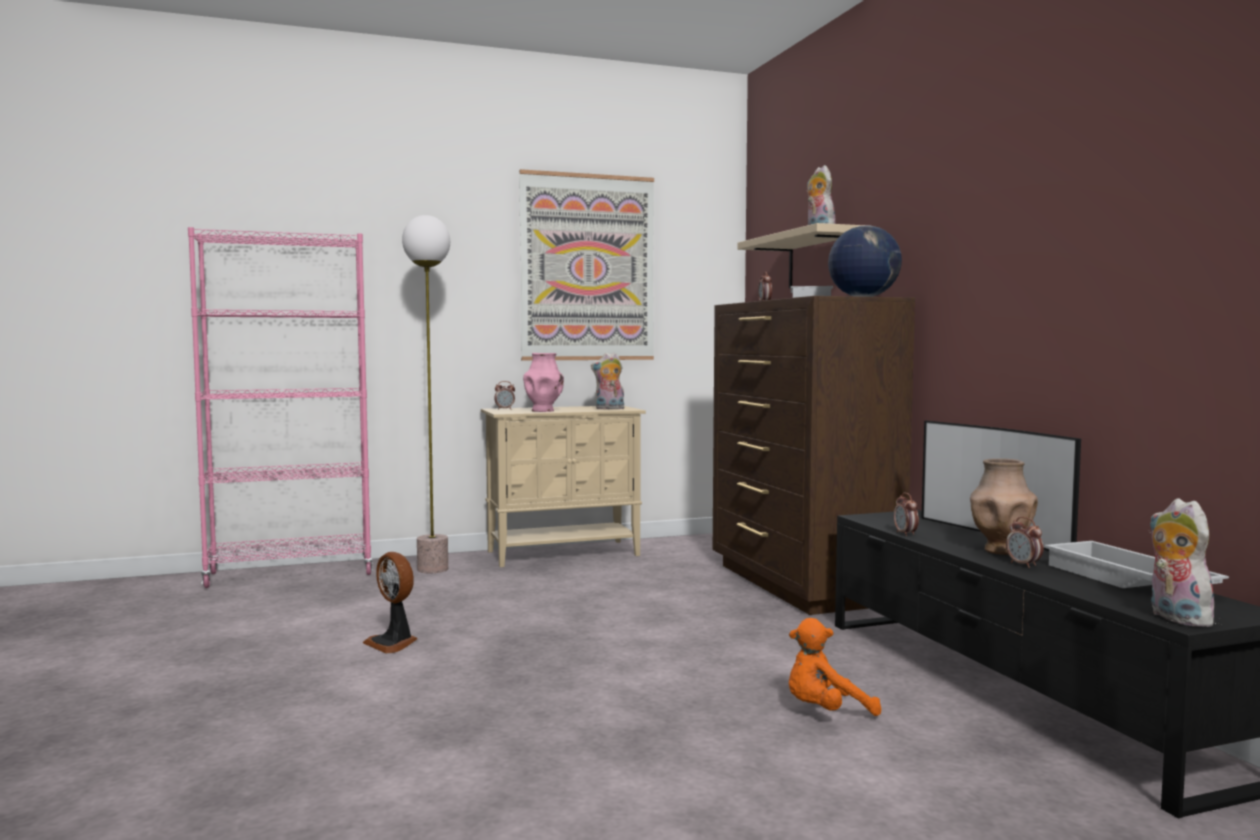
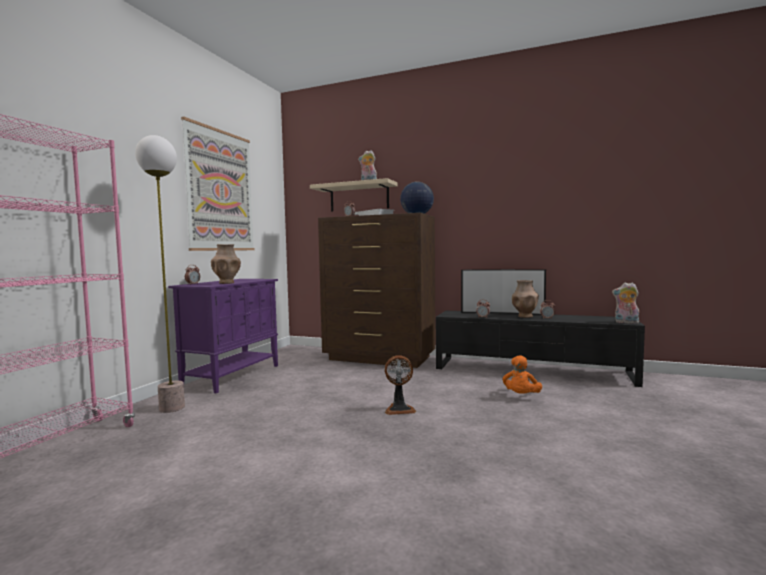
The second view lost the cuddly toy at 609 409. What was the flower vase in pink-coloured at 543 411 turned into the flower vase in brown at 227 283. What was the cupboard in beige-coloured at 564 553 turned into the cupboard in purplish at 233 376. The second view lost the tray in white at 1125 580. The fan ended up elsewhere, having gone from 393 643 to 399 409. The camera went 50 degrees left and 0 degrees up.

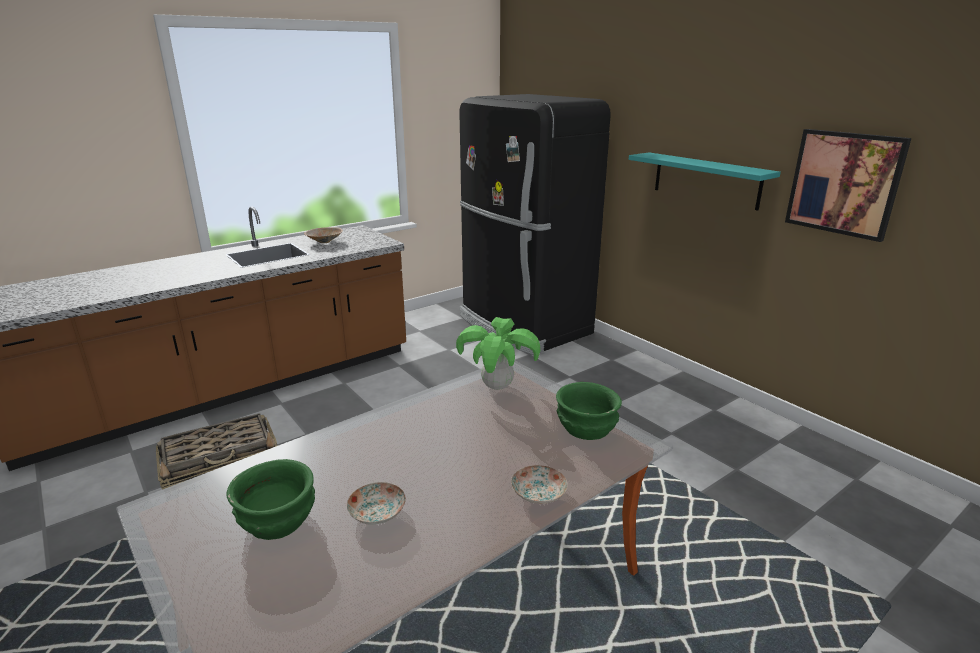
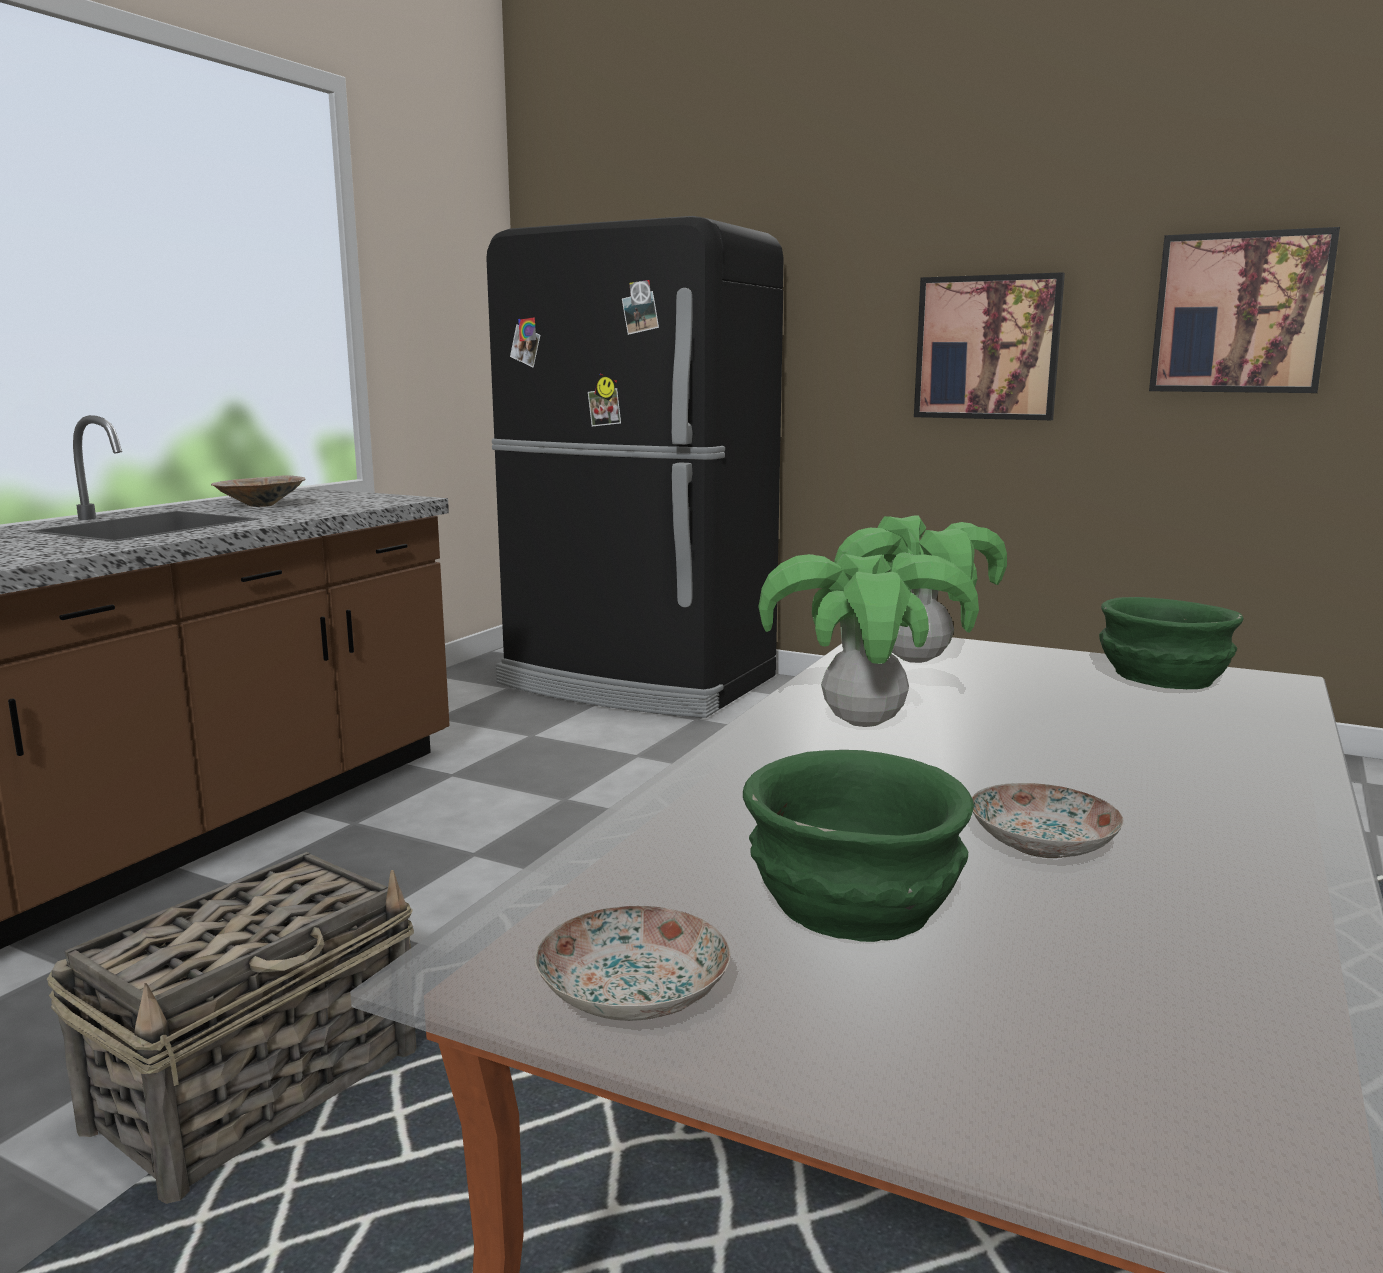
Where the wall shelf in turquoise hung at 706 180, the wall art came to hang at 987 348. The dinner plate ended up elsewhere, having gone from 539 493 to 635 994. The second view gained the potted plant at 863 722. The camera went 25 degrees left and 10 degrees down.

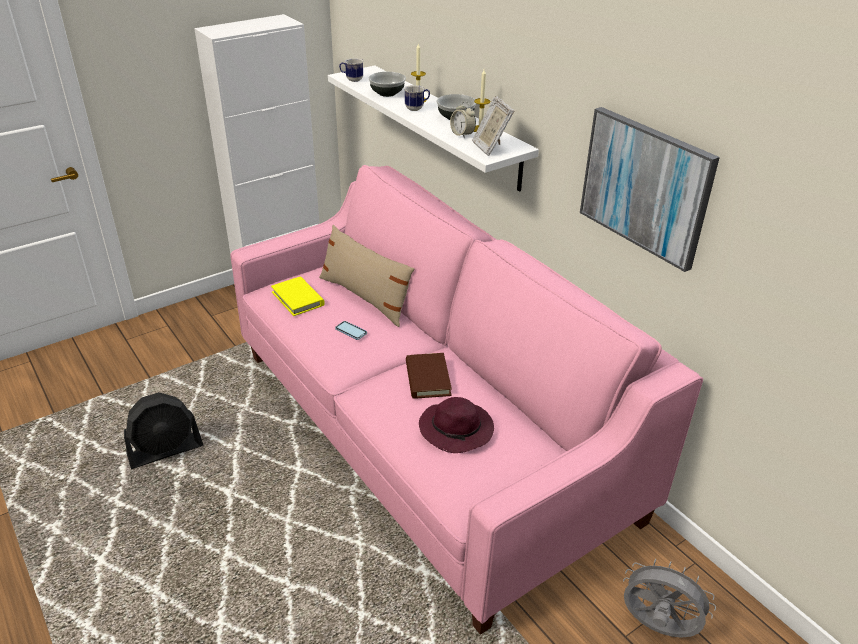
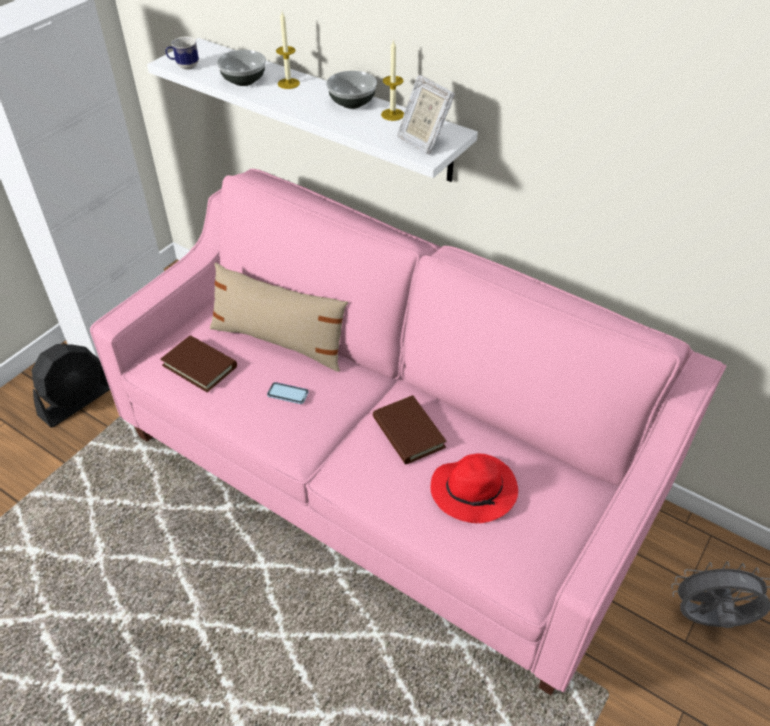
The second view lost the tea mug at 417 108. The second view lost the bedside clock at 462 134. The second view lost the wall art at 645 186. What was the volume in yellow-coloured at 298 298 turned into the volume in brown at 200 366. The fan in blackish ended up elsewhere, having gone from 166 451 to 77 401. What was the wearable hat in purplish at 457 430 turned into the wearable hat in reddish at 475 490. The camera went 20 degrees left and 10 degrees up.

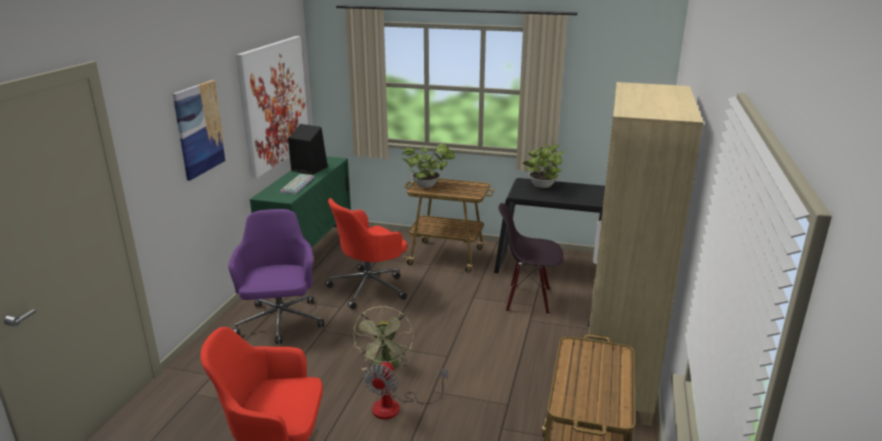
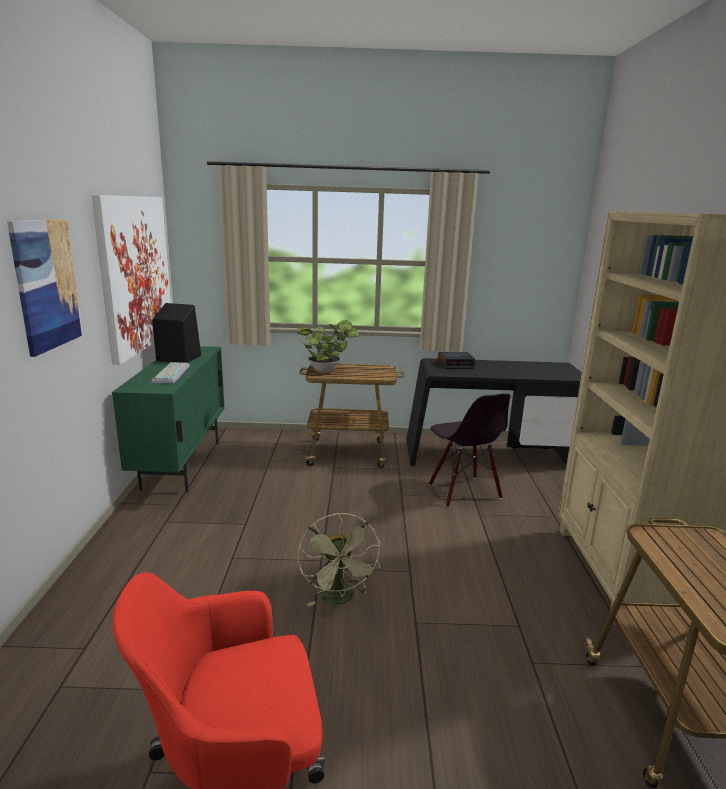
Where the potted plant stood at 541 186, the bedside clock came to stand at 456 364. The second view lost the desk chair in reddish at 370 287. The chair in blackish at 528 300 ended up facing another way, 105 degrees counterclockwise from before. The second view lost the desk chair in purplish at 280 323. The second view lost the fan at 396 407. The camera went 15 degrees left and 5 degrees down.

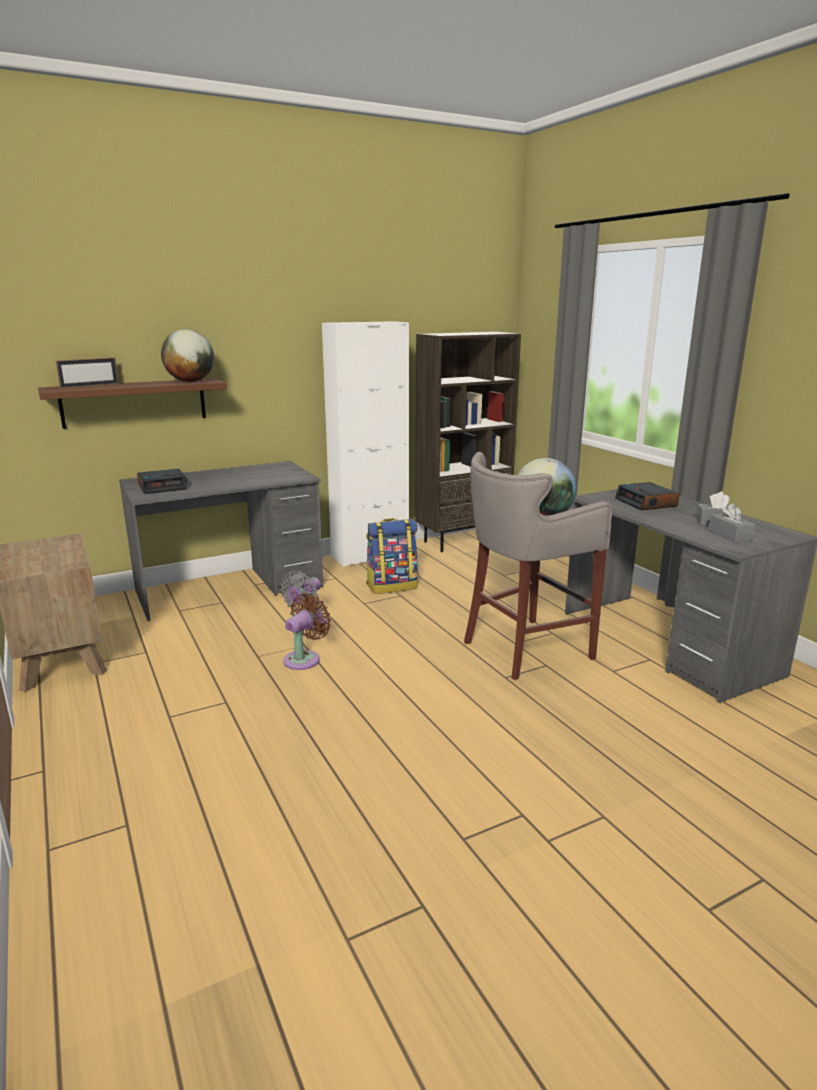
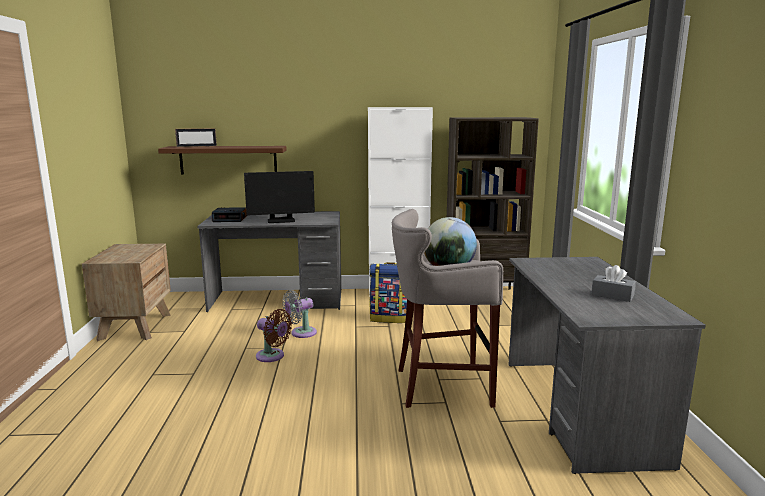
The second view lost the world globe at 190 381. The second view lost the bedside clock at 647 503. The second view lost the box of tissues in gray at 730 535. The fan in brown at 304 659 ended up facing another way, 60 degrees clockwise from before. The second view gained the monitor at 281 220. The camera went 25 degrees right and 5 degrees down.

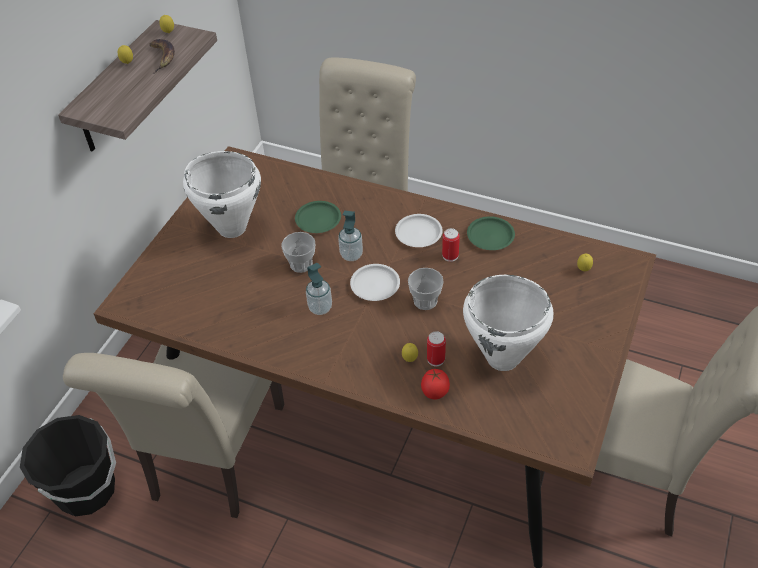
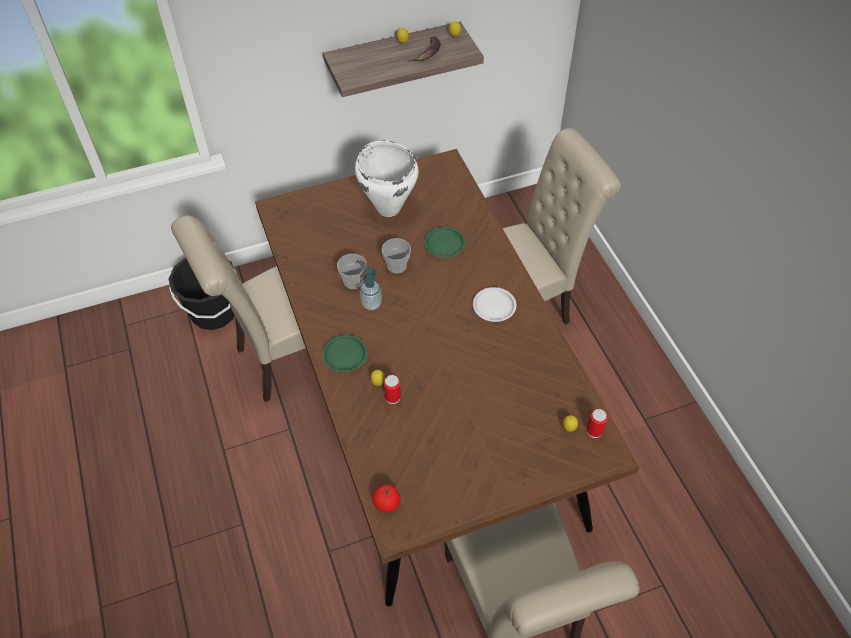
The second view lost the soap dispenser at 351 255. The dinner plate in green-coloured ended up elsewhere, having gone from 490 236 to 344 355. The metal can ended up elsewhere, having gone from 450 256 to 594 431. The second view lost the dinner plate in white at 375 285. The drinking cup ended up elsewhere, having gone from 425 301 to 353 281. The second view lost the cooking pot in white at 503 359. The fresh tomato ended up elsewhere, having gone from 434 393 to 386 504. The camera went 45 degrees right and 5 degrees up.

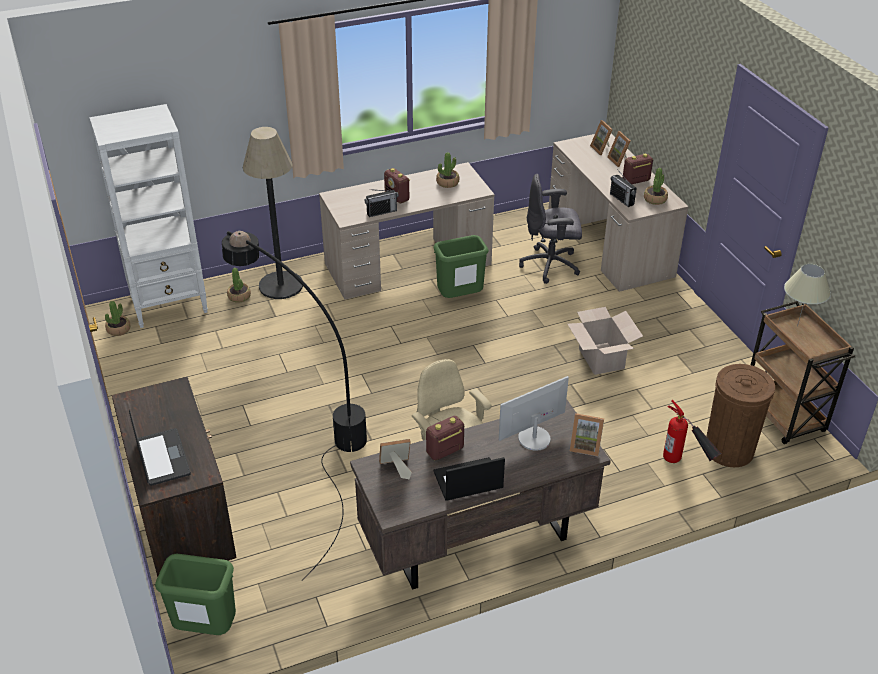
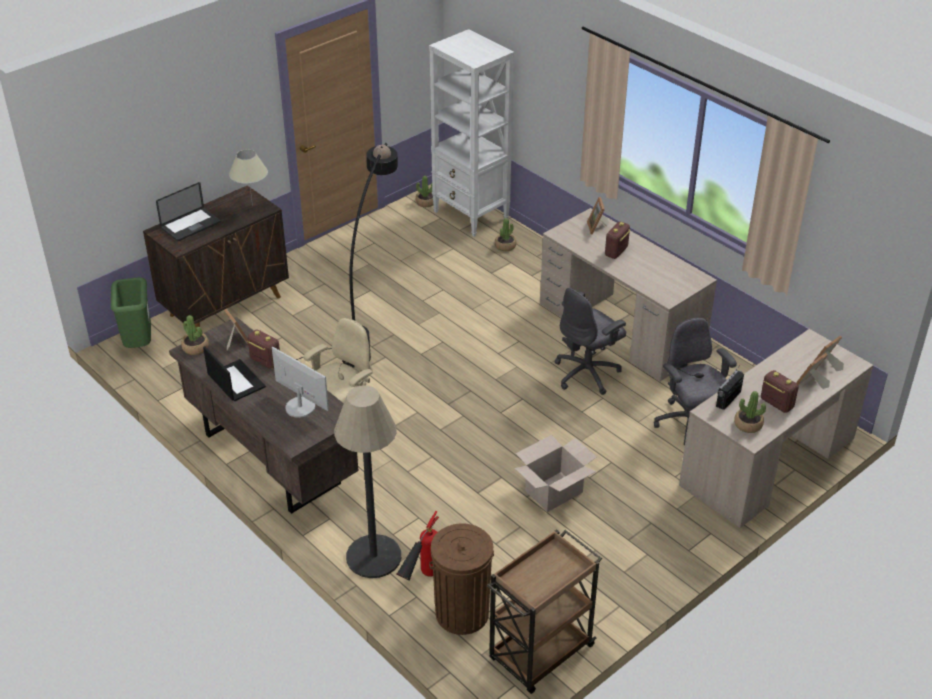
The standard lamp ended up elsewhere, having gone from 281 285 to 373 556. The potted plant ended up elsewhere, having gone from 447 182 to 195 347. The second view lost the radio receiver at 381 212. Where the trash can in green-coloured stood at 459 299, the desk chair in gray came to stand at 587 373. The lamp for a table in beige-coloured ended up elsewhere, having gone from 797 326 to 252 206. The photo frame ended up elsewhere, having gone from 585 446 to 597 227. The camera went 70 degrees right and 0 degrees up.

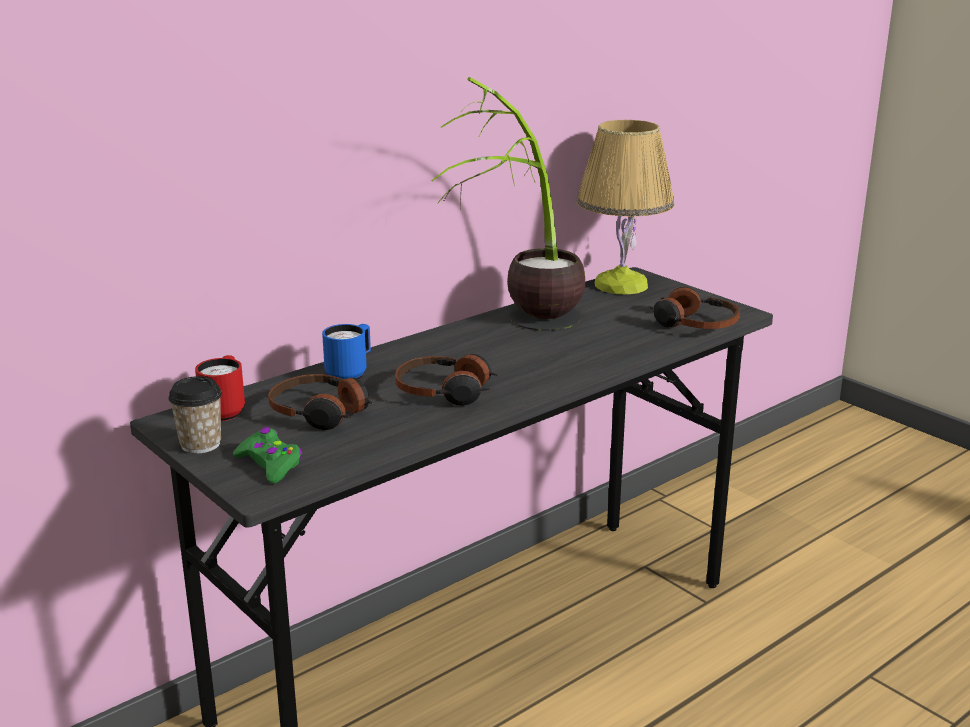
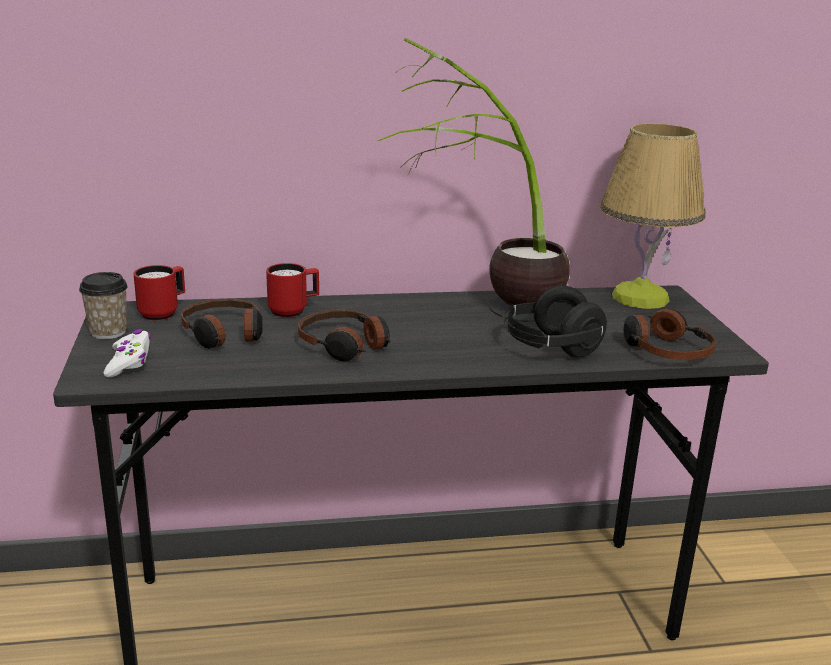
What was the tea mug in blue at 350 373 turned into the tea mug in reddish at 293 310. What was the joypad in green-coloured at 270 464 turned into the joypad in white at 129 362. The second view gained the headphones in blackish at 550 348. The camera went 30 degrees right and 0 degrees up.

